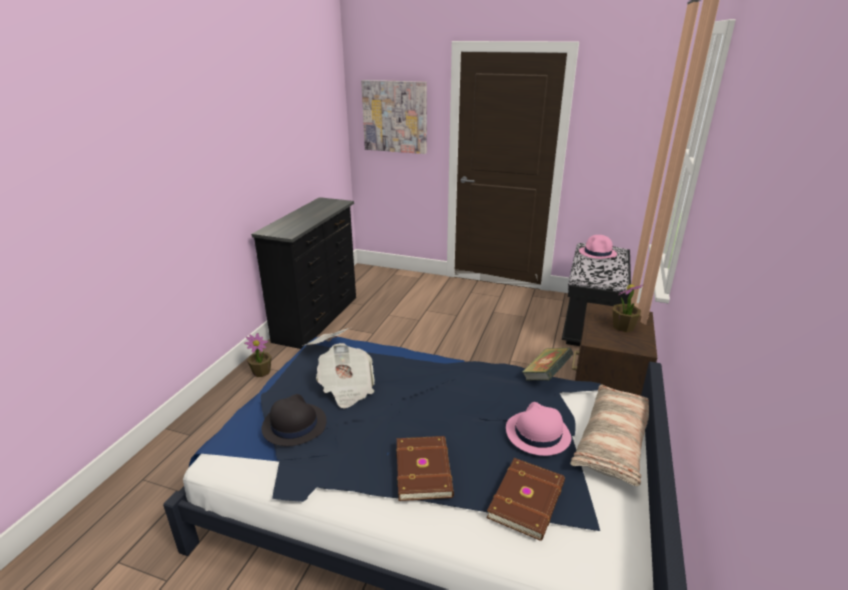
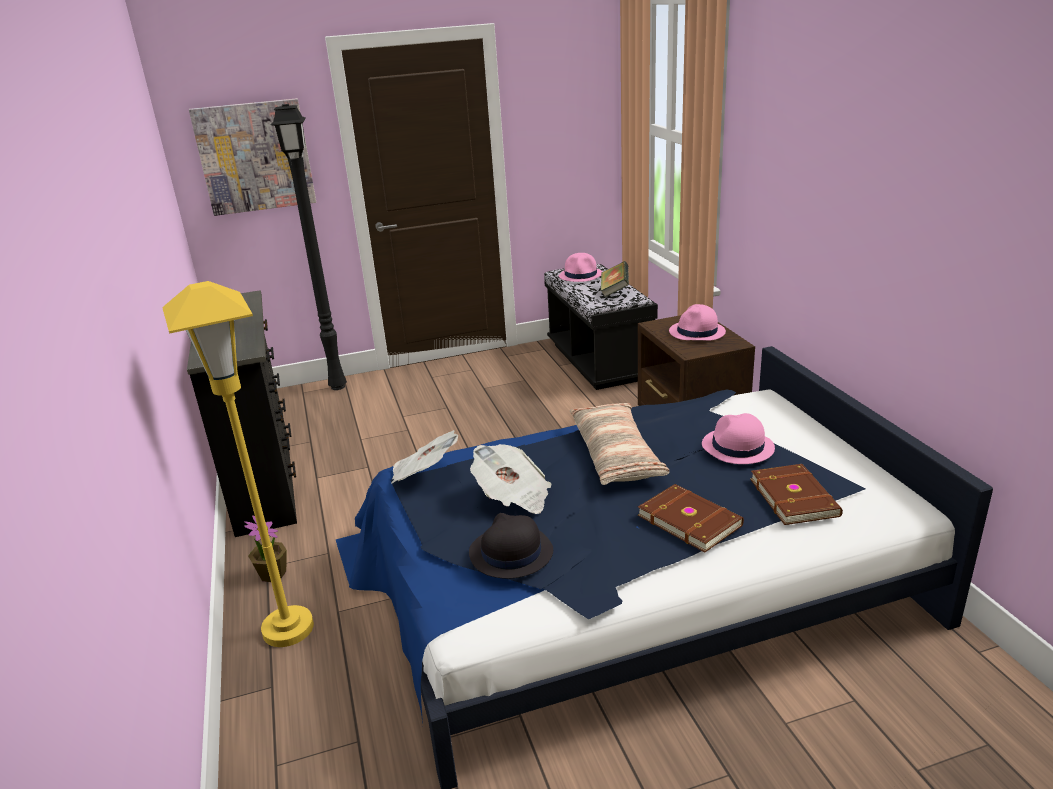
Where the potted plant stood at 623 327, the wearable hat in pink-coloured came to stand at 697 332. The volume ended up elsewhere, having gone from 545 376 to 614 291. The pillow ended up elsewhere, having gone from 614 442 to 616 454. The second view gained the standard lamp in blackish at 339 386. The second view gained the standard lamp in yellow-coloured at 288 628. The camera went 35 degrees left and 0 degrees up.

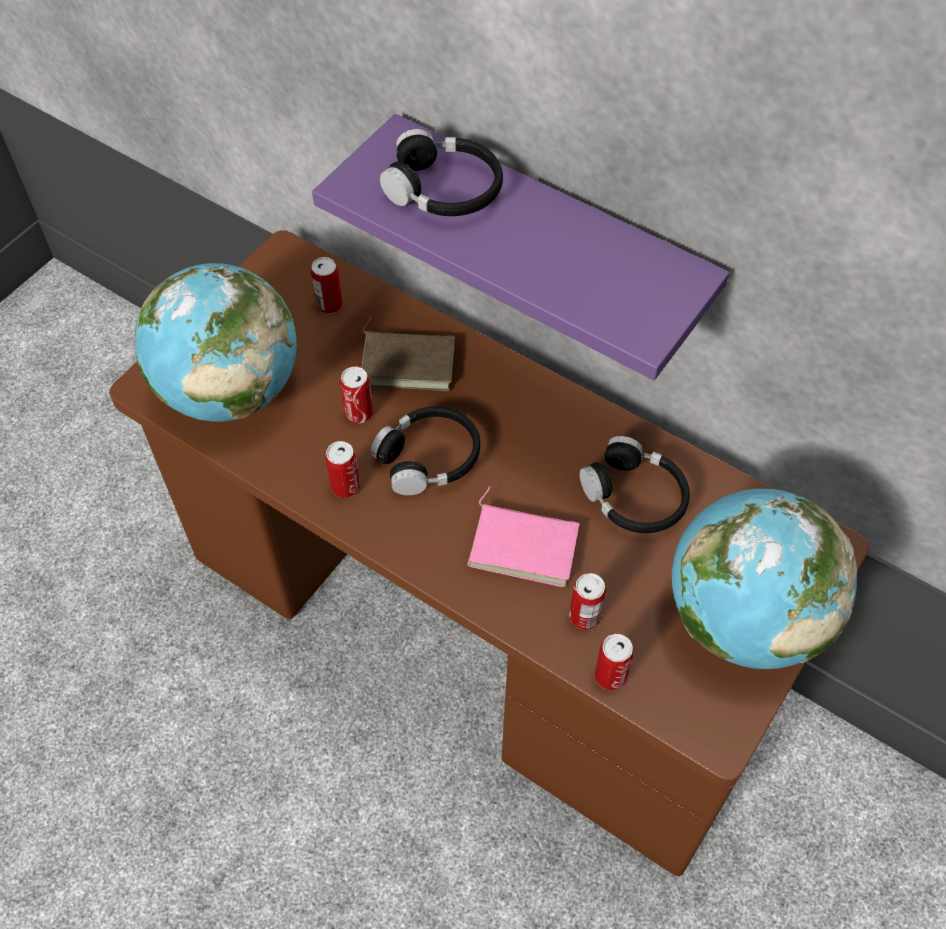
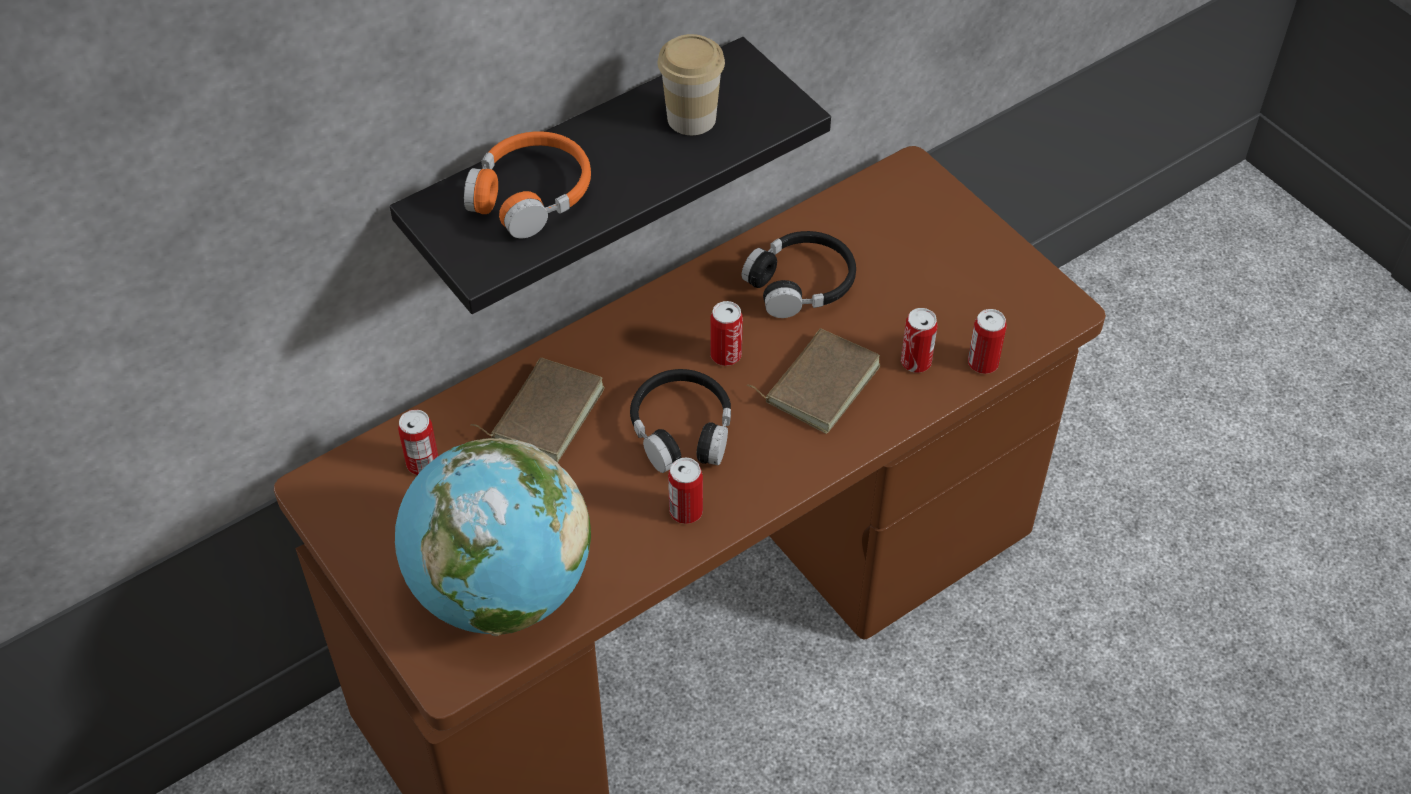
What was the wall shelf in purplish at 550 237 turned into the wall shelf in blackish at 577 170. What was the headphones in blackish at 444 190 turned into the headphones in orange-coloured at 531 195. The metal can ended up elsewhere, having gone from 359 413 to 726 355. What was the volume in pink-coloured at 524 544 turned into the volume in brown at 819 382. The second view lost the world globe at 743 618. The second view gained the drinking cup at 691 118. The camera went 70 degrees left and 5 degrees down.

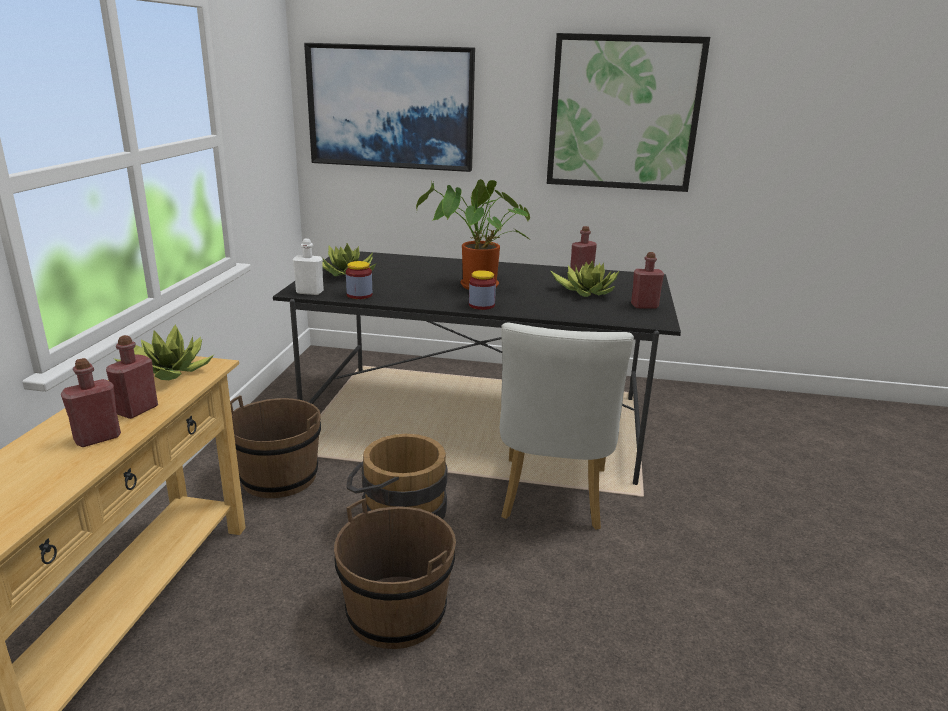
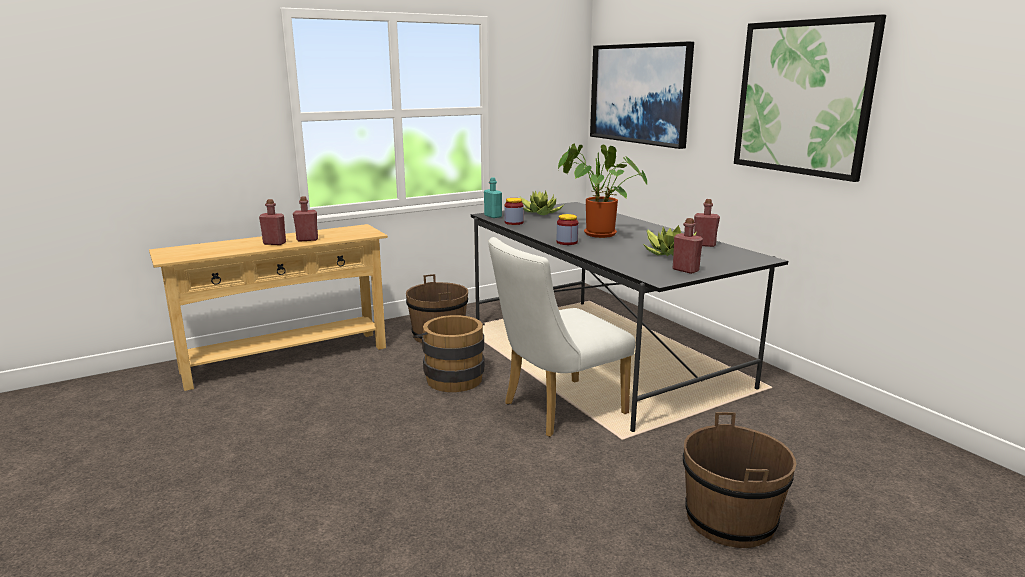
What was the bottle in white at 309 292 turned into the bottle in turquoise at 493 216. The second view lost the potted plant at 169 372. The bucket in brown ended up elsewhere, having gone from 396 613 to 730 520. The camera went 50 degrees right and 5 degrees down.

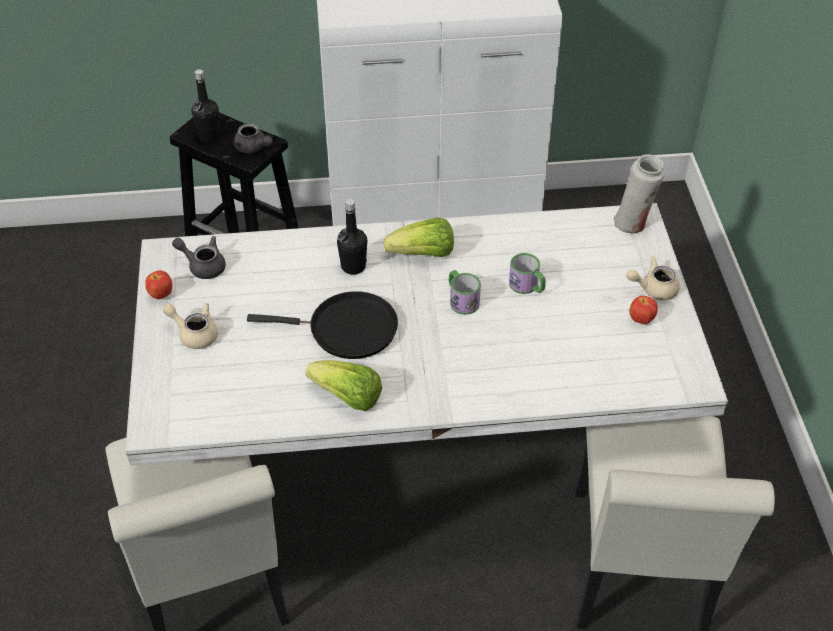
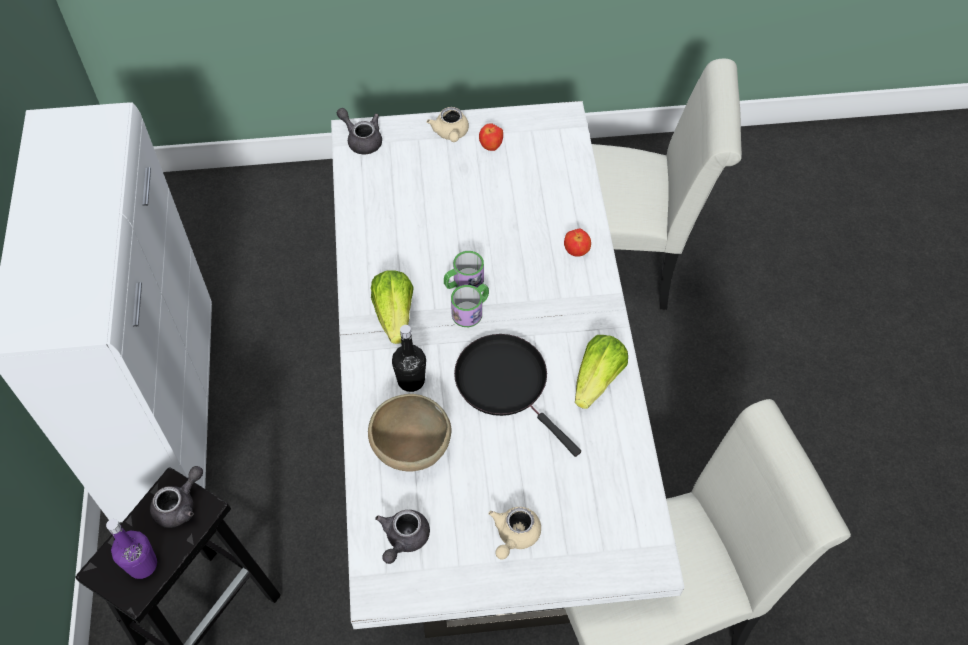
What was the bottle in blackish at 209 135 turned into the bottle in purplish at 142 565. Where the flower vase in white stood at 633 224, the pot for tea in gray came to stand at 362 140. The tea mug ended up elsewhere, having gone from 527 286 to 471 311. The apple ended up elsewhere, having gone from 161 295 to 576 251. The pan in blackish at 347 330 ended up facing another way, 45 degrees counterclockwise from before. The second view gained the serving bowl in brown at 411 450. The camera went 90 degrees left and 10 degrees up.

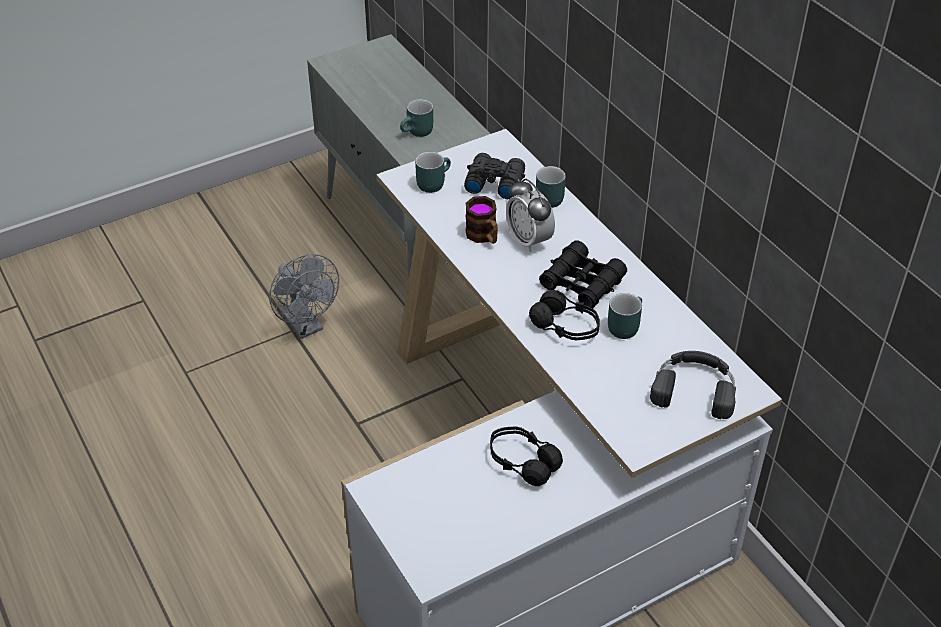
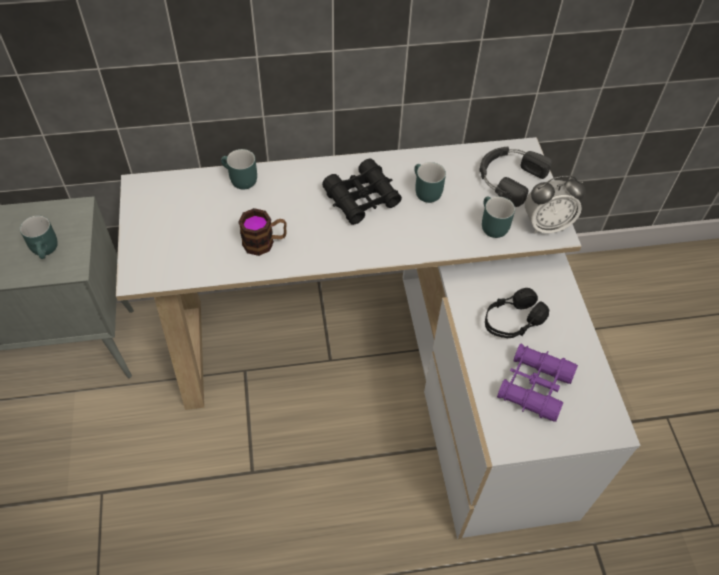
The tea mug in turquoise ended up elsewhere, having gone from 432 182 to 490 225. The second view lost the field glasses in blackish at 494 182. The bedside clock ended up elsewhere, having gone from 529 240 to 546 225. The second view lost the fan in gray at 306 326. The second view lost the headphones in blackish at 566 327. The second view gained the field glasses in purplish at 534 386. The camera went 70 degrees left and 10 degrees up.

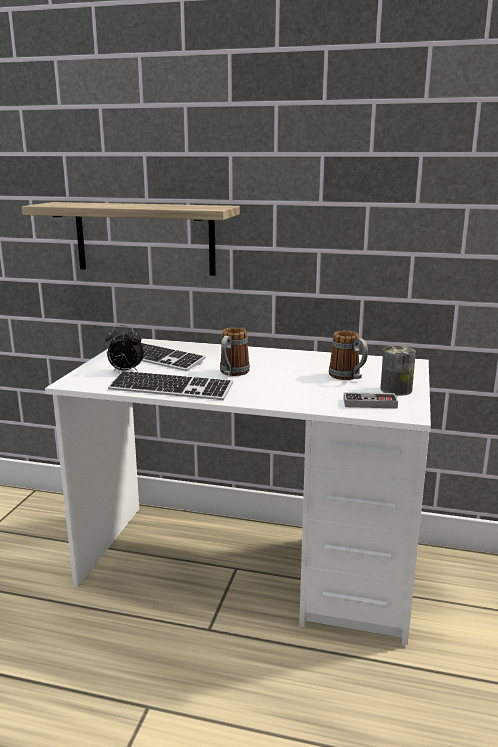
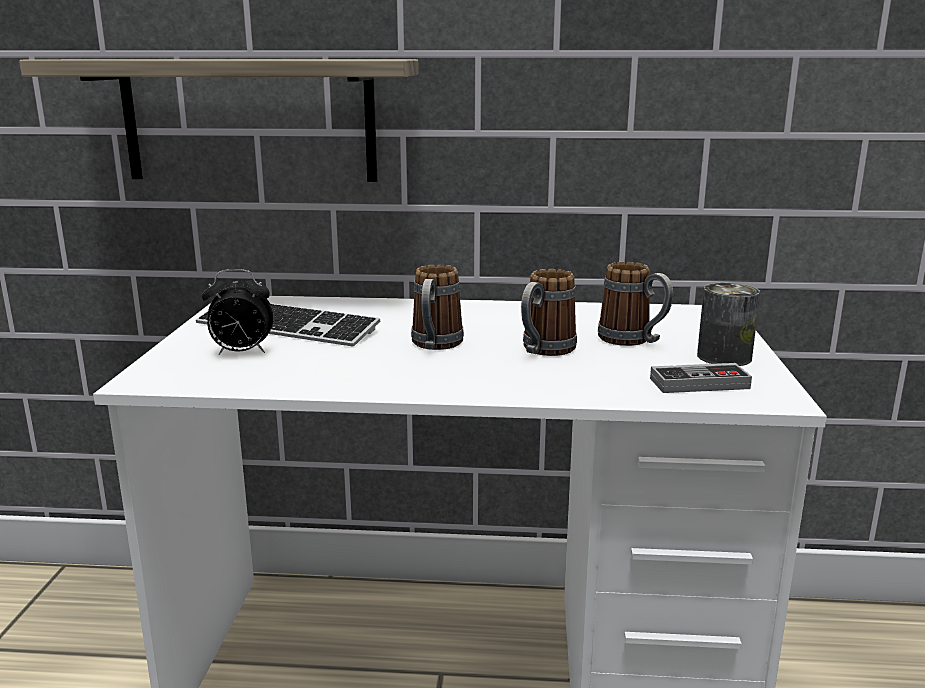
The second view lost the keyboard at 170 389. The second view gained the tea mug at 543 351. The camera went 10 degrees left and 0 degrees up.

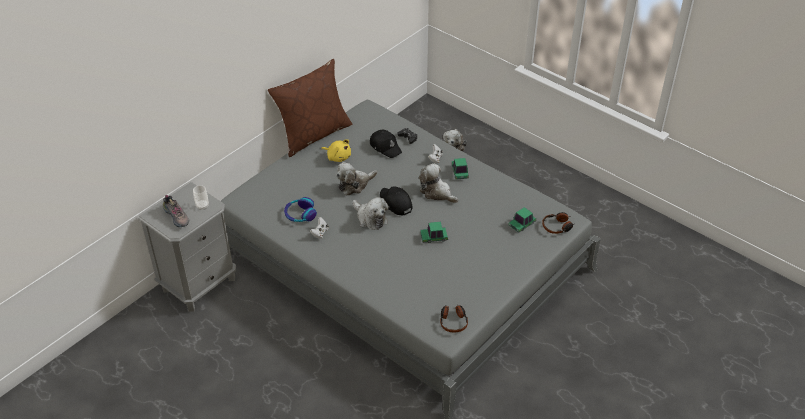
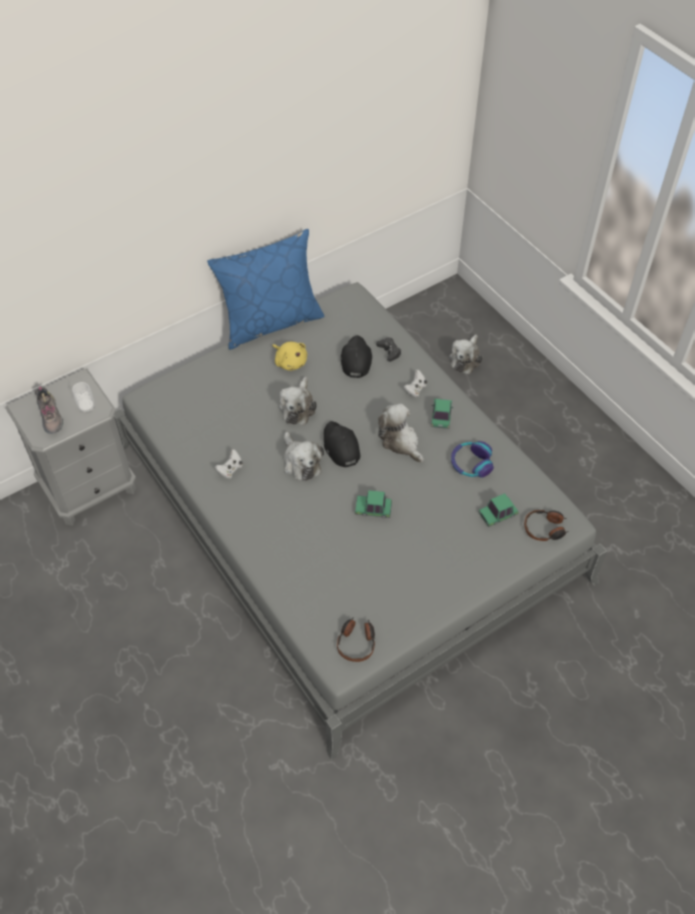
What was the pillow in brown at 313 134 turned into the pillow in blue at 271 322. The peaked cap in blackish at 385 147 ended up facing another way, 150 degrees counterclockwise from before. The cuddly toy at 355 185 ended up facing another way, 60 degrees counterclockwise from before. The headphones ended up elsewhere, having gone from 300 214 to 471 463. The camera went 15 degrees right and 10 degrees up.

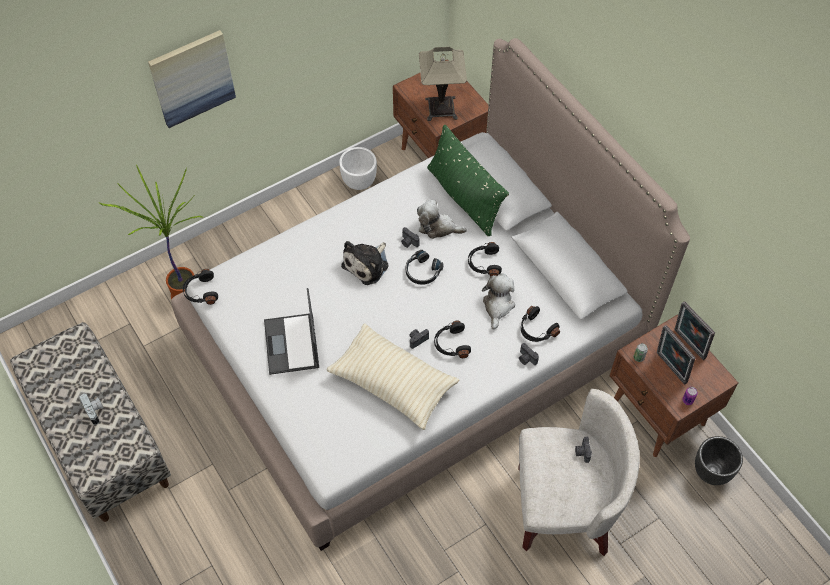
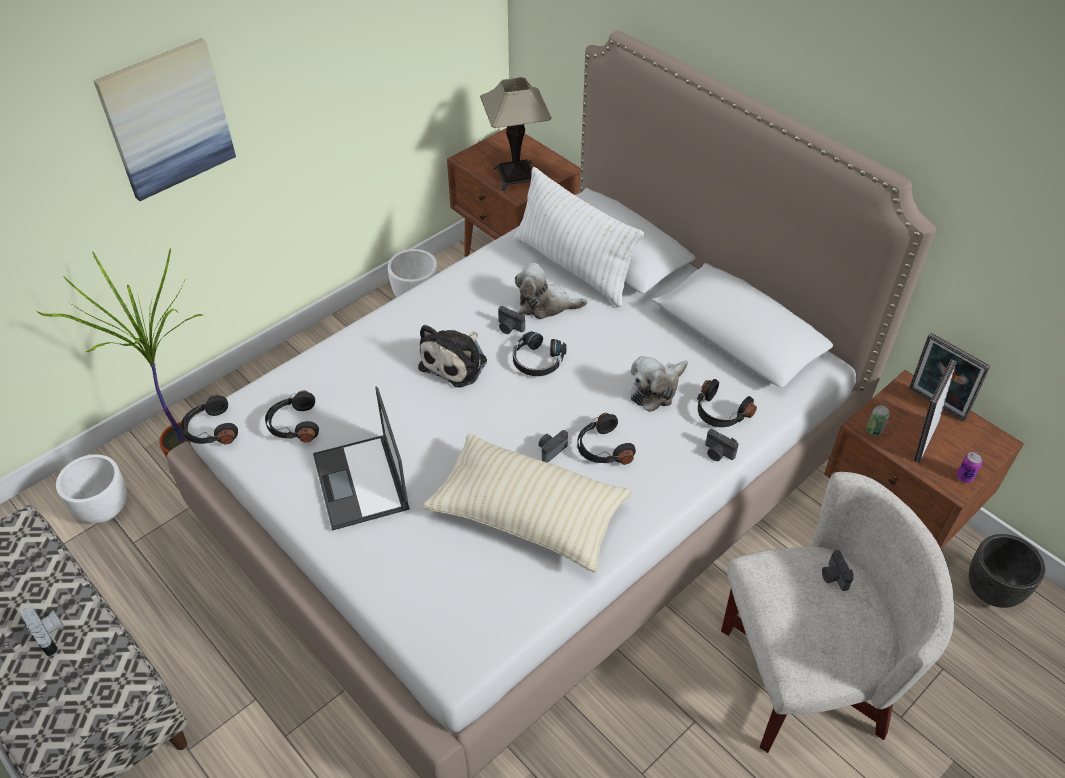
What was the pillow in green-coloured at 464 198 turned into the pillow in white at 573 266. The headphones in blackish ended up elsewhere, having gone from 484 264 to 293 425. The cuddly toy at 498 306 ended up facing another way, 135 degrees counterclockwise from before. The photo frame at 669 369 ended up facing another way, 75 degrees clockwise from before. The second view gained the planter in white at 105 510. The camera went 10 degrees left and 10 degrees down.

